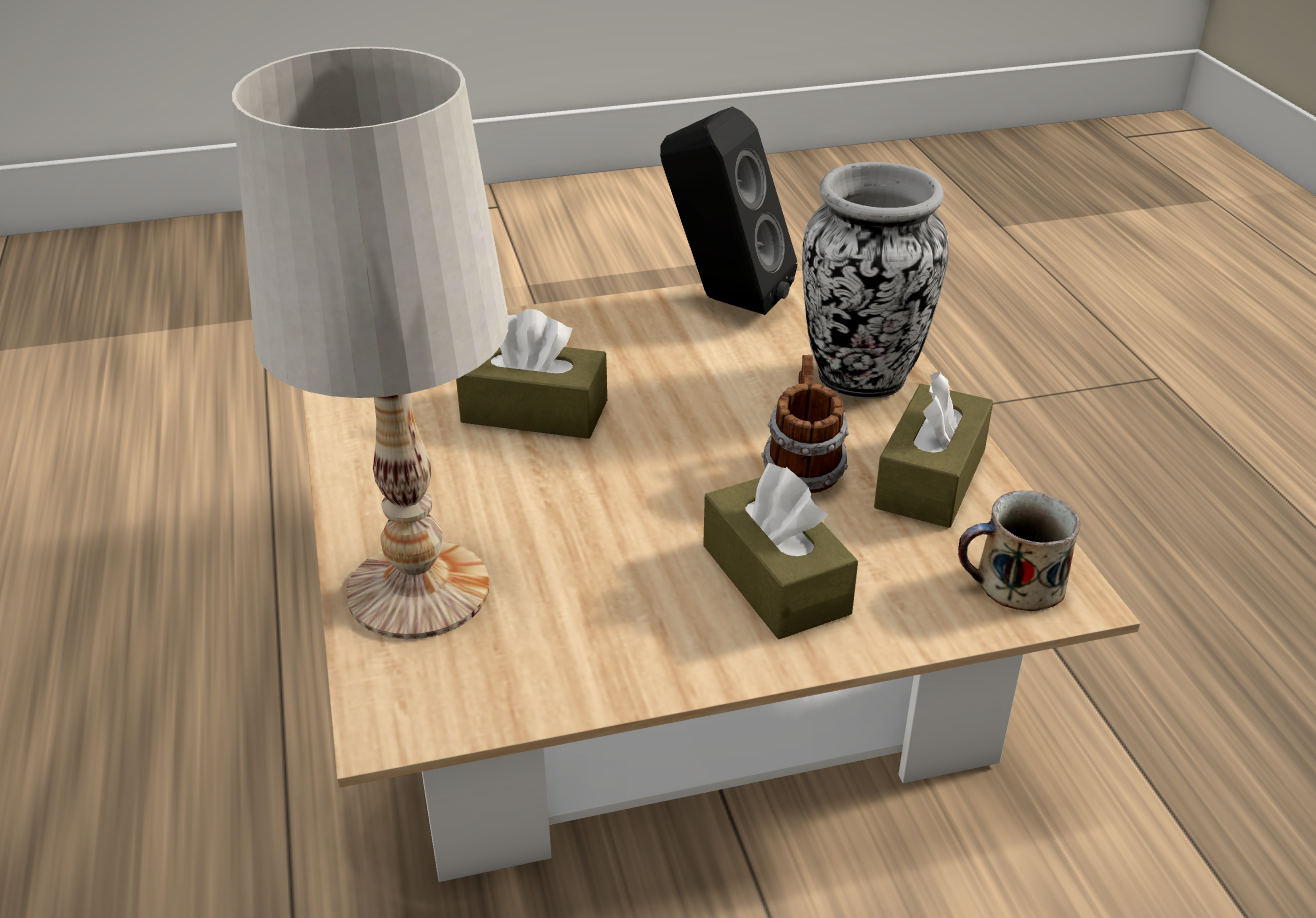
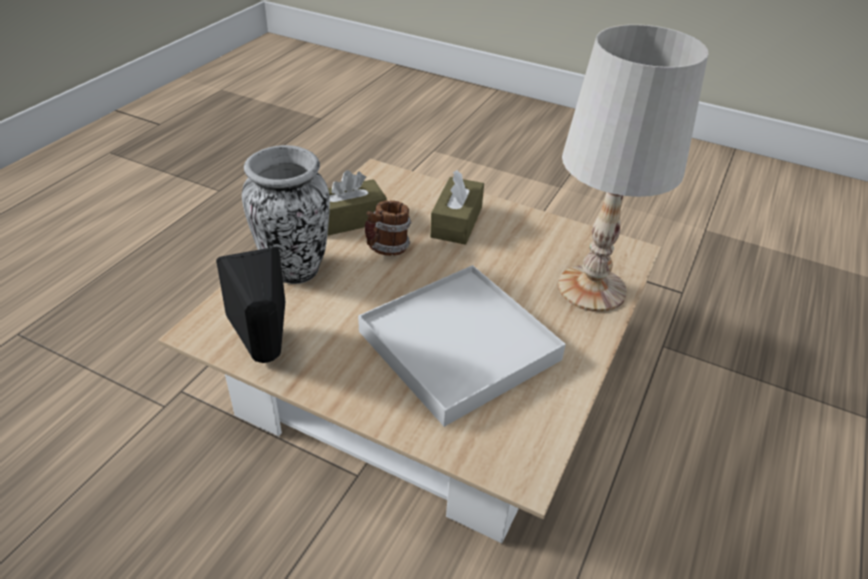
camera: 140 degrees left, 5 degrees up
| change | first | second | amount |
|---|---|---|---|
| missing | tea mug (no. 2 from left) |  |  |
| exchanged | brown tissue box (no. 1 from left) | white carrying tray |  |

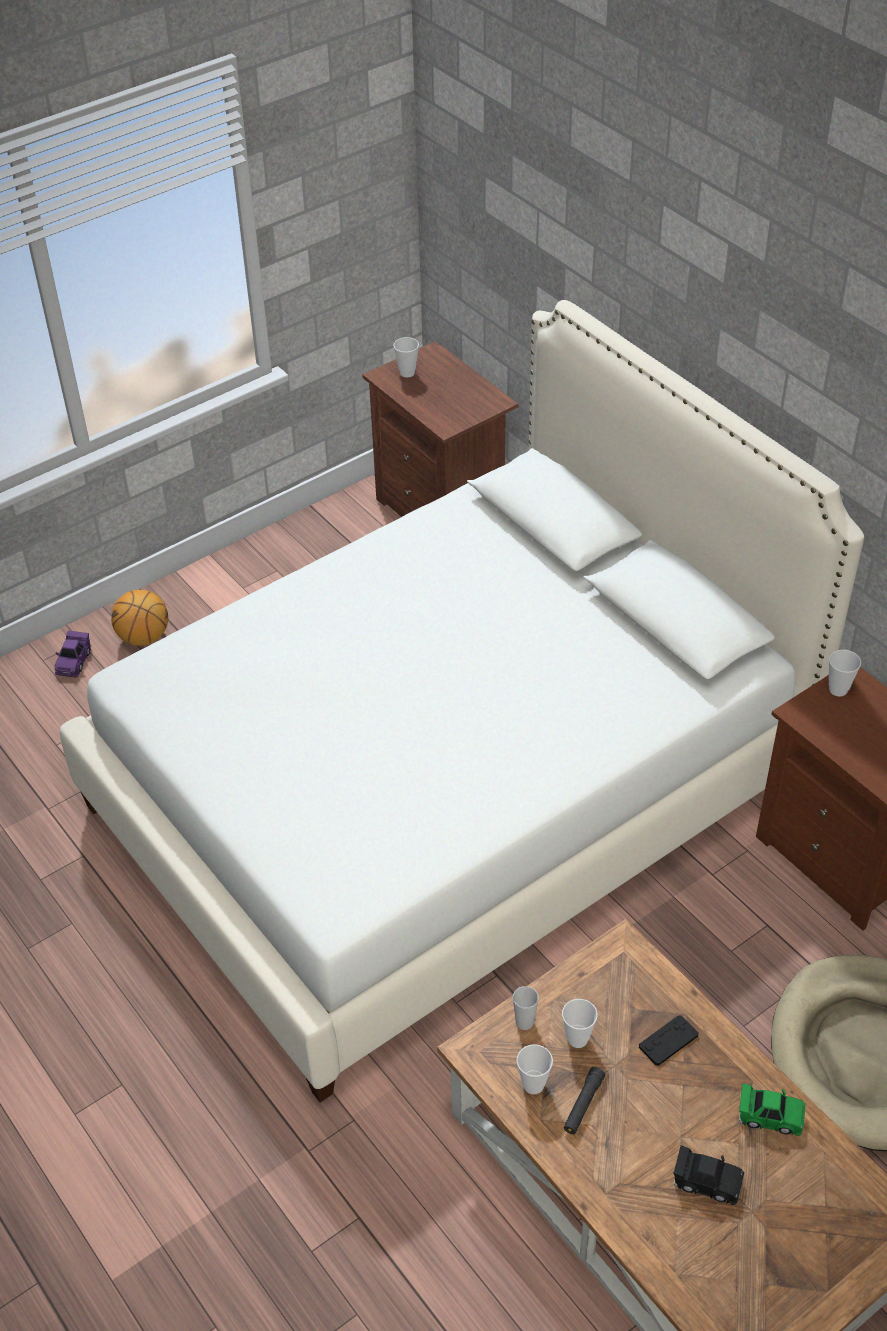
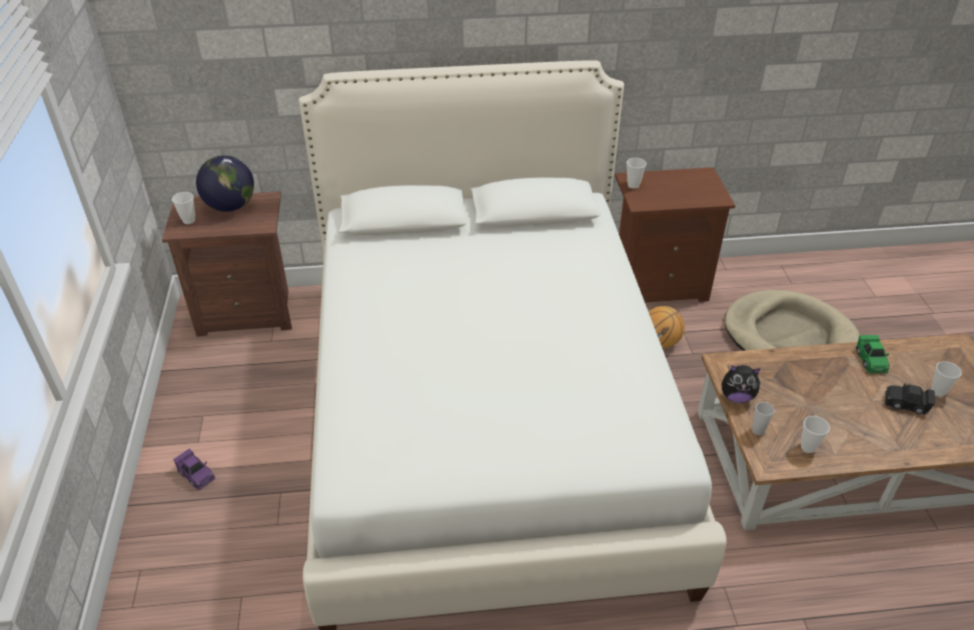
camera: 60 degrees left, 5 degrees down
| change | first | second | amount |
|---|---|---|---|
| missing | black-coloured flashlight |  |  |
| missing | black-coloured gamepad |  |  |
| appeared |  | desk globe |  |
| appeared |  | soft toy |  |
| relocated | purple model car |  |  |
| relocated | basketball |  |  |
| relocated | drinking cup (no. 4 from left in the first image) | drinking cup (no. 5 from left) |  |
| spun | black-coloured model car |  | 120 degrees counterclockwise |
| spun | green-coloured model car |  | 135 degrees clockwise |

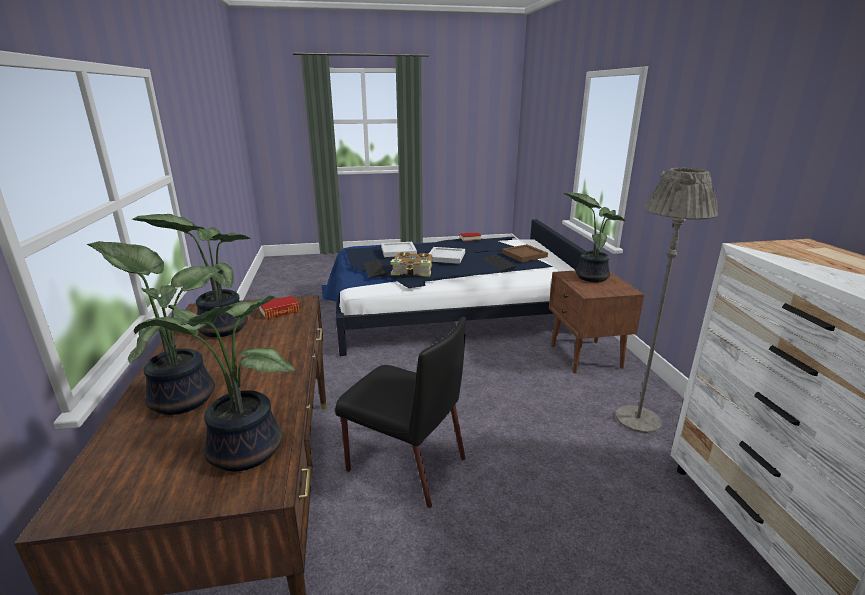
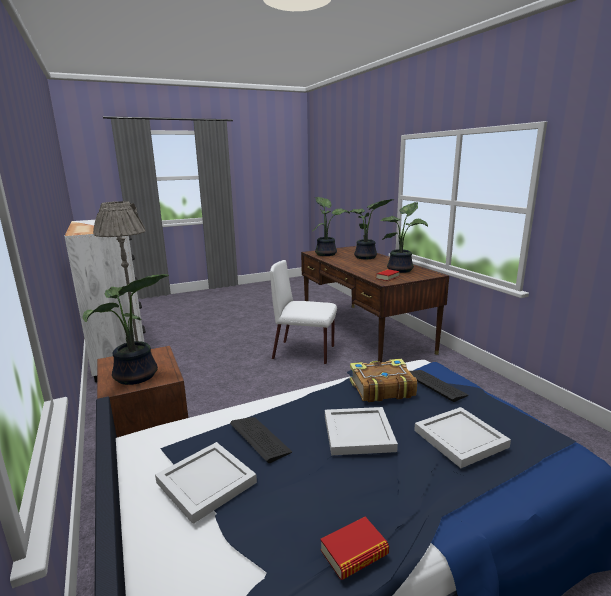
camera: 165 degrees right, 5 degrees down
| change | first | second | amount |
|---|---|---|---|
| colour | black-coloured plain chair | white plain chair |  |
| colour | brown carrying tray | white carrying tray (no. 1 from left) |  |

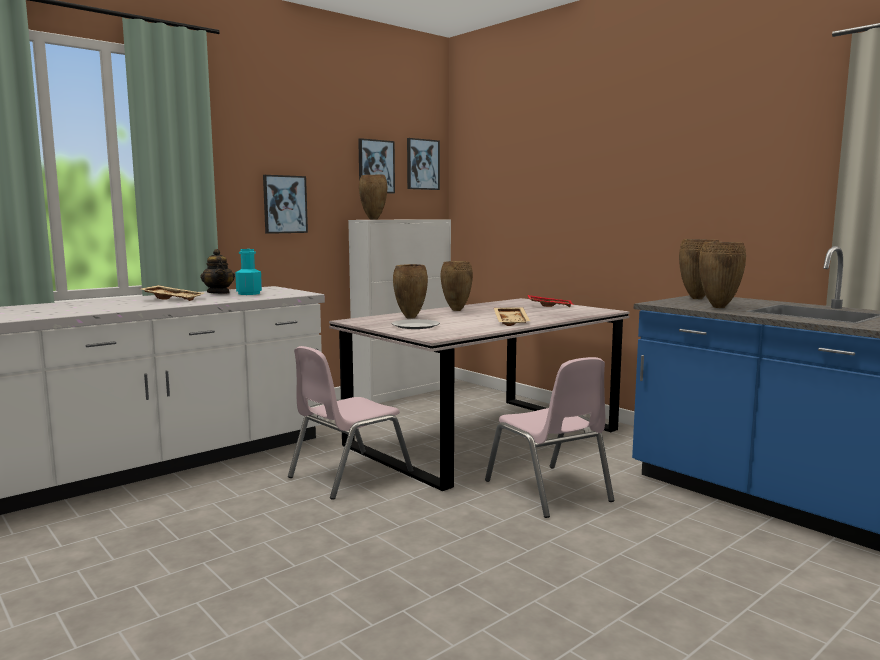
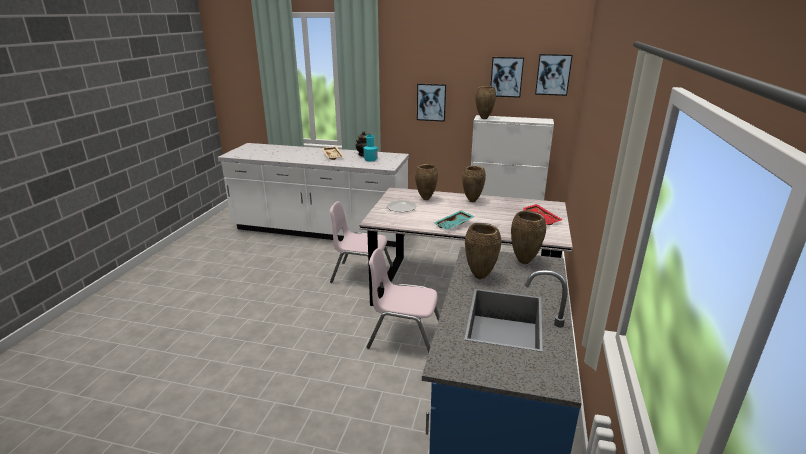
camera: 55 degrees right, 15 degrees up
| change | first | second | amount |
|---|---|---|---|
| colour | sand-coloured carrying tray (no. 2 from left) | turquoise-coloured carrying tray |  |
| spun | pink-coloured plain chair (no. 2 from left) |  | 75 degrees clockwise |

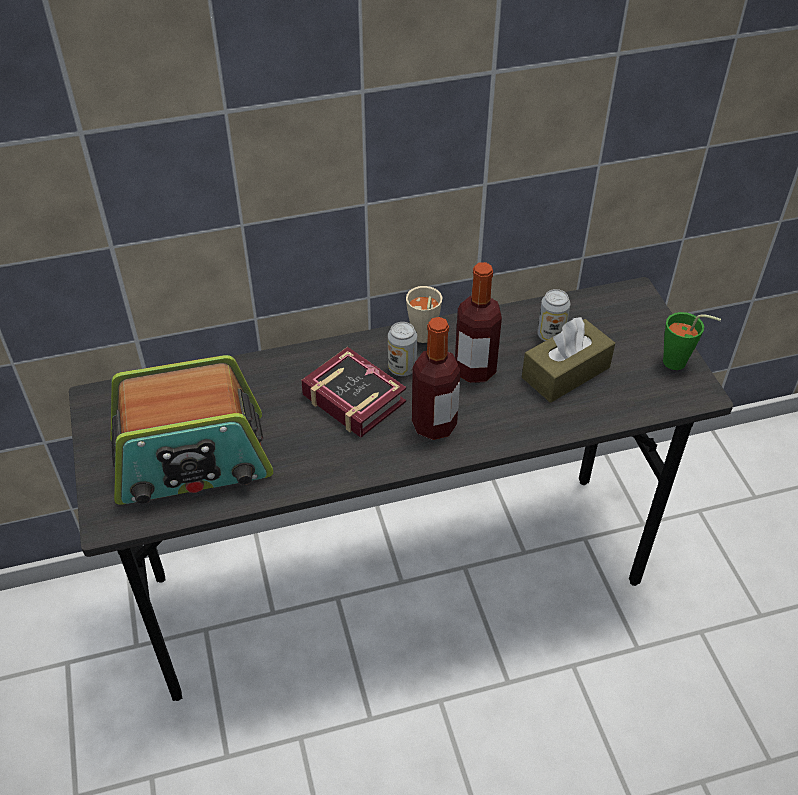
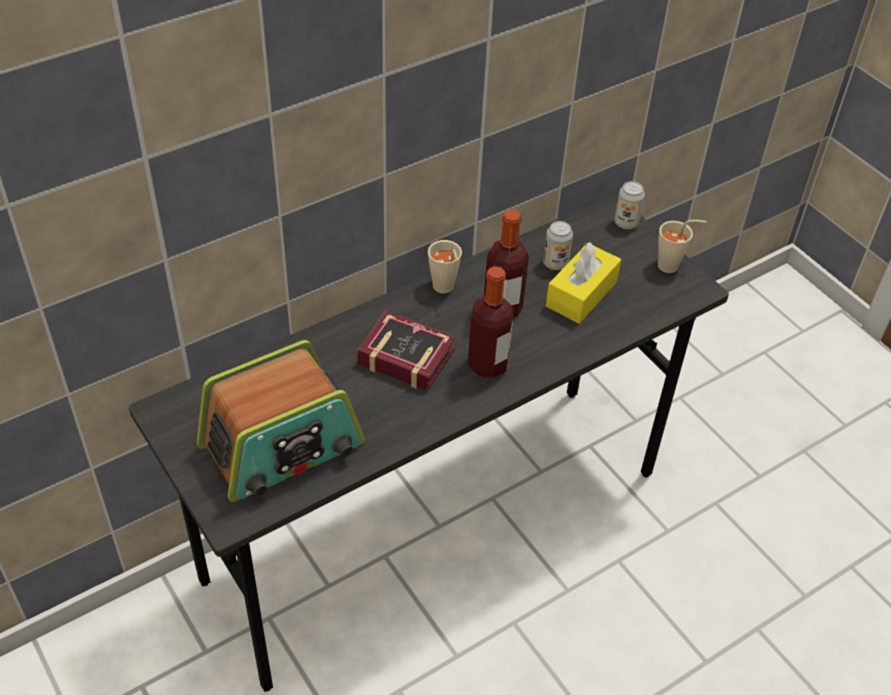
camera: 20 degrees left, 0 degrees up
| change | first | second | amount |
|---|---|---|---|
| relocated | sealed can (no. 1 from left in the first image) | sealed can (no. 2 from left) |  |
| colour | brown tissue box | yellowish tissue box |  |
| colour | green-coloured drinking cup | sand-coloured drinking cup (no. 2 from left) |  |

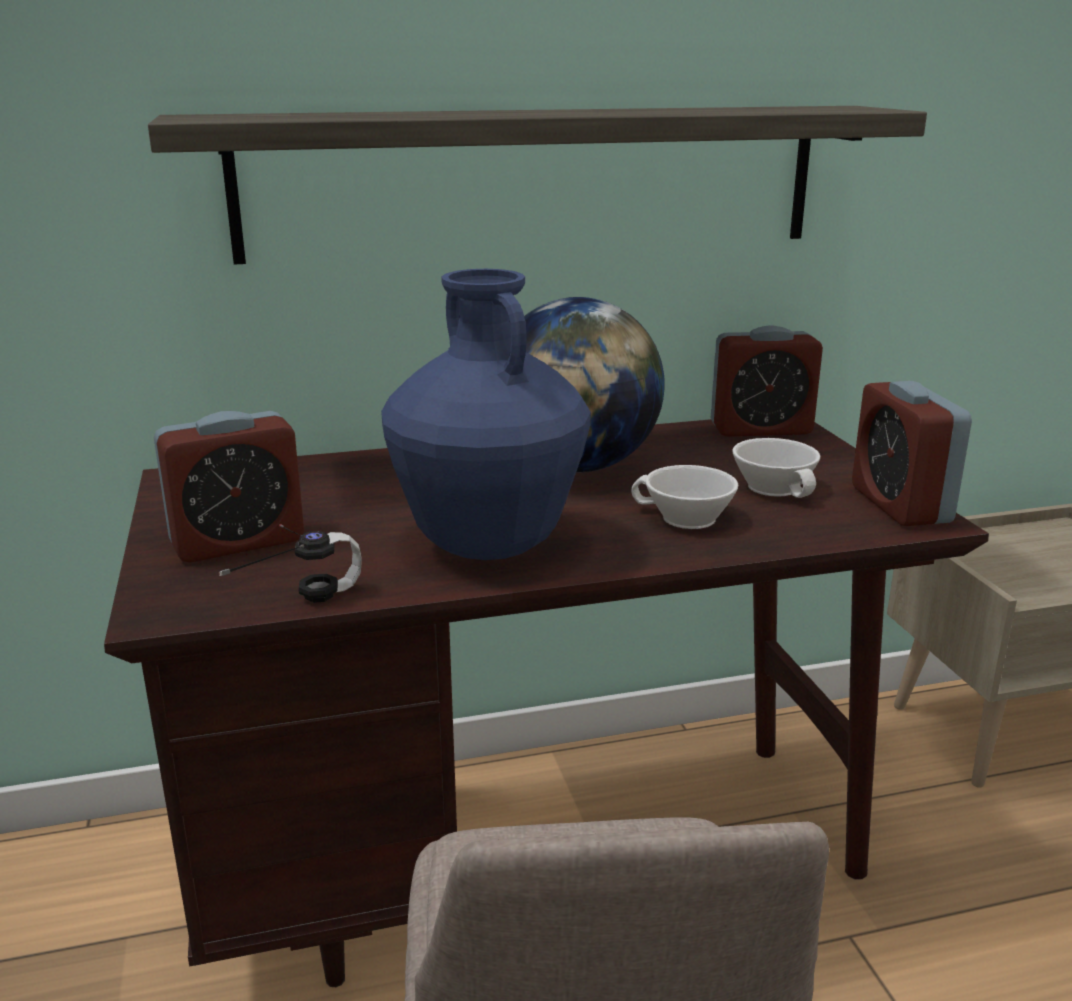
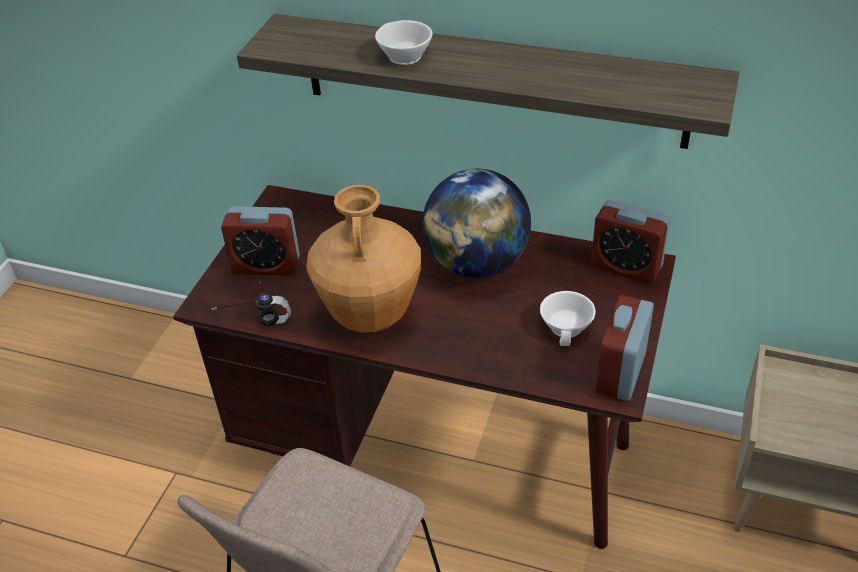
camera: 35 degrees right, 20 degrees up
| change | first | second | amount |
|---|---|---|---|
| relocated | white drinking cup (no. 1 from left) |  |  |
| colour | bluish vase | brown vase |  |

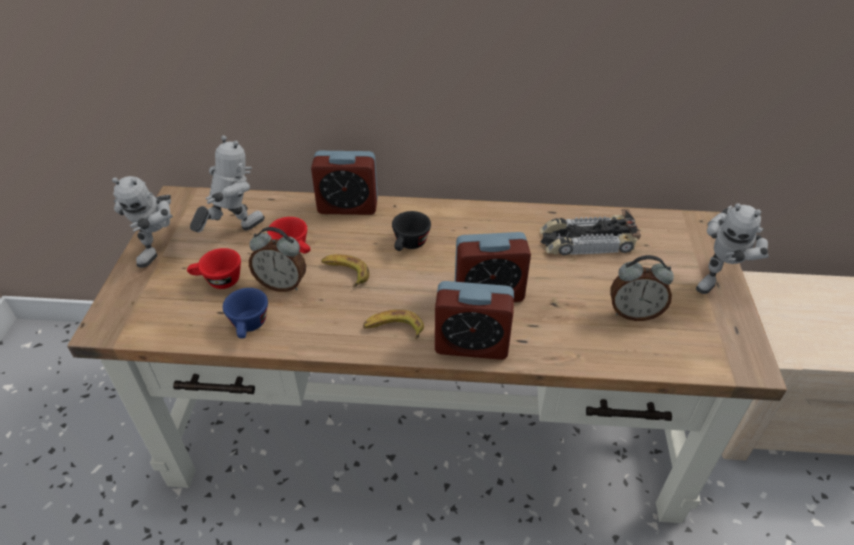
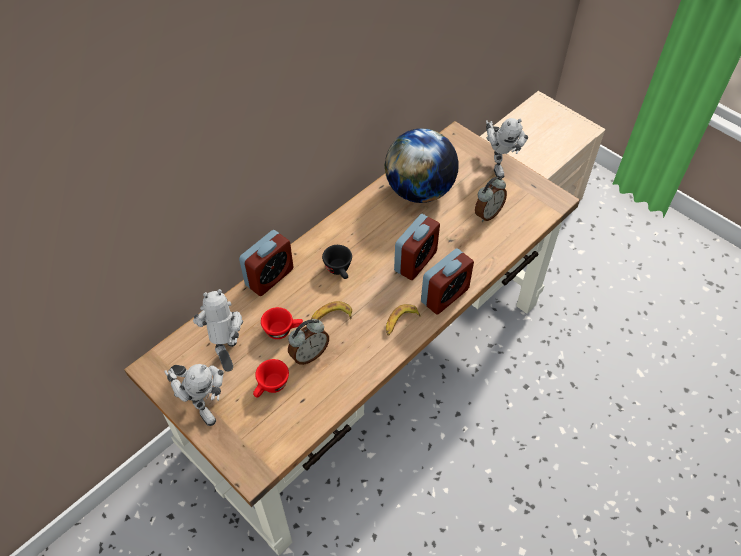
camera: 50 degrees left, 10 degrees up
| change | first | second | amount |
|---|---|---|---|
| missing | bluish drinking cup |  |  |
| exchanged | model car | desk globe |  |

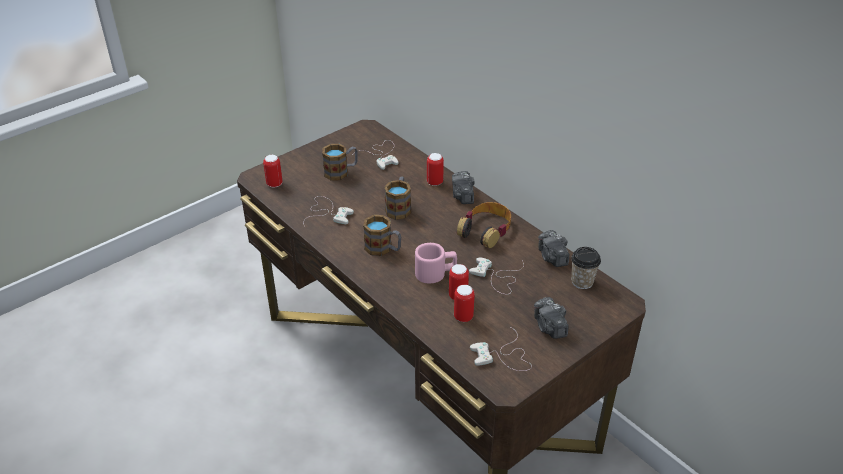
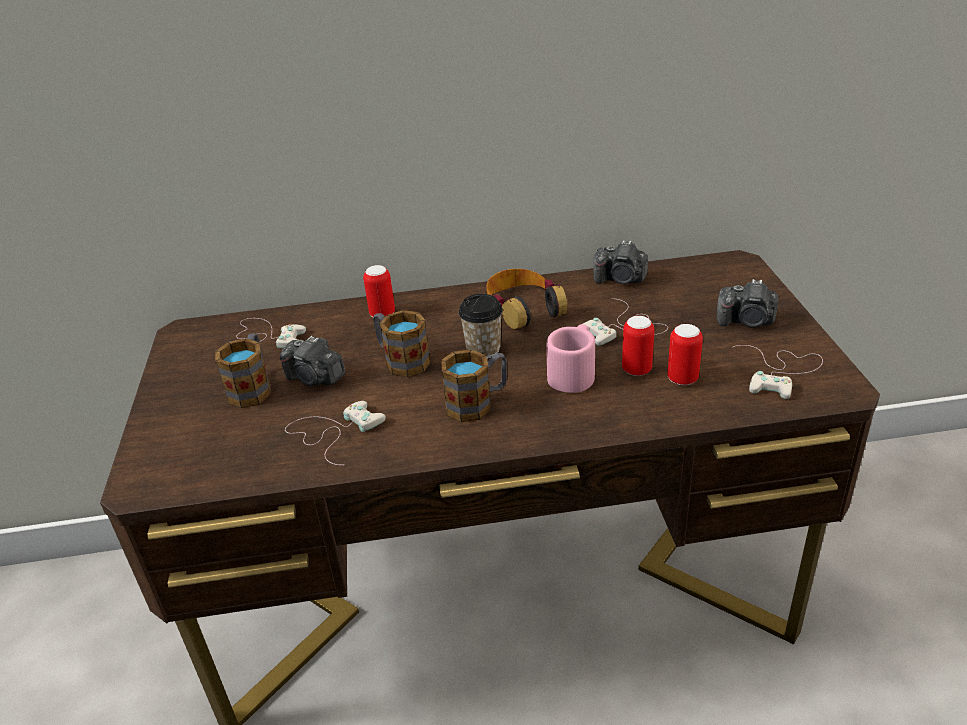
camera: 55 degrees left, 5 degrees down
| change | first | second | amount |
|---|---|---|---|
| missing | sealed can (no. 1 from left) |  |  |
| relocated | still camera (no. 1 from left) |  |  |
| relocated | drinking cup |  |  |

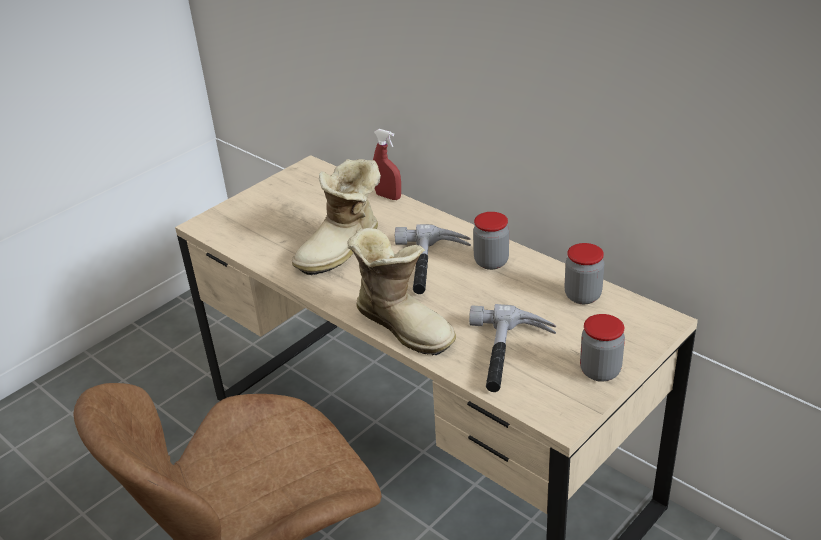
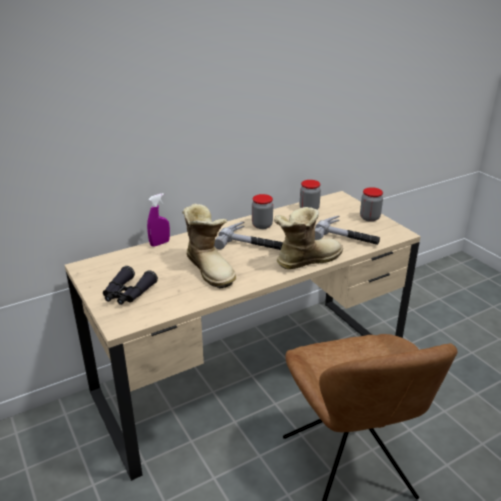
camera: 75 degrees left, 5 degrees down
| change | first | second | amount |
|---|---|---|---|
| appeared |  | black-coloured field glasses |  |
| colour | reddish hand sprayer | purple hand sprayer |  |

